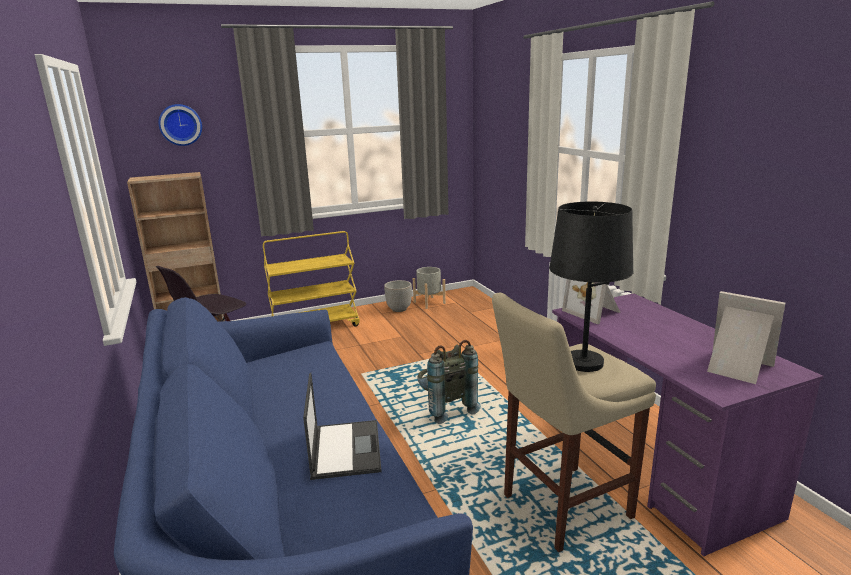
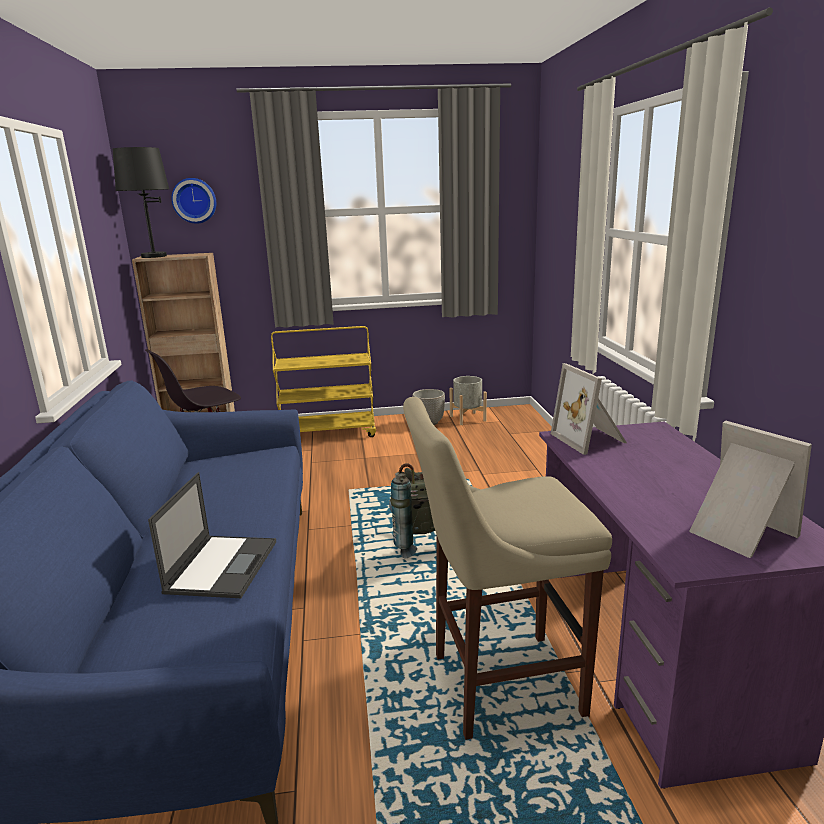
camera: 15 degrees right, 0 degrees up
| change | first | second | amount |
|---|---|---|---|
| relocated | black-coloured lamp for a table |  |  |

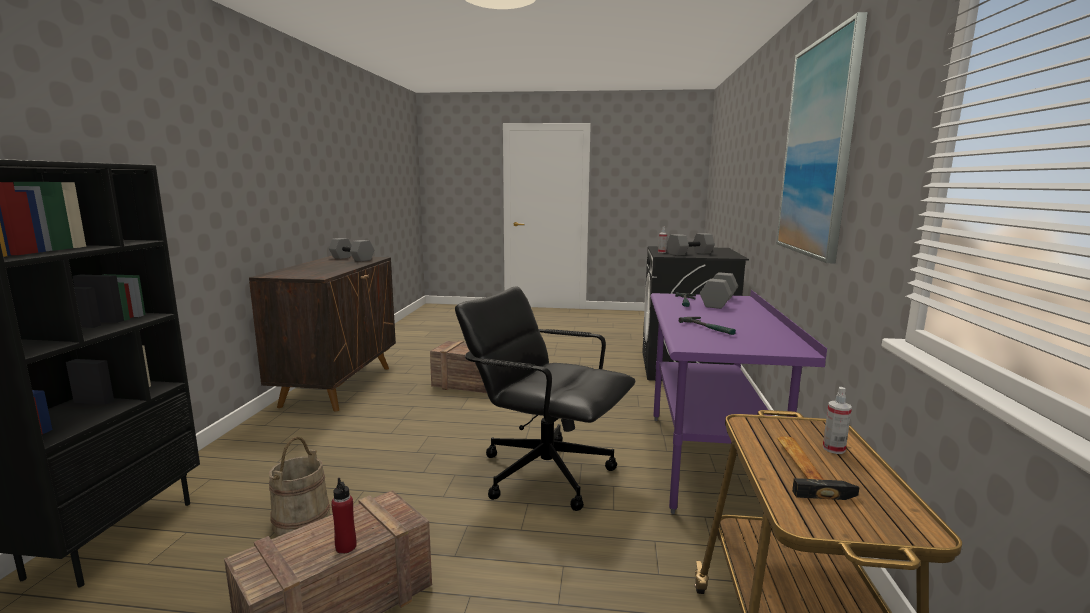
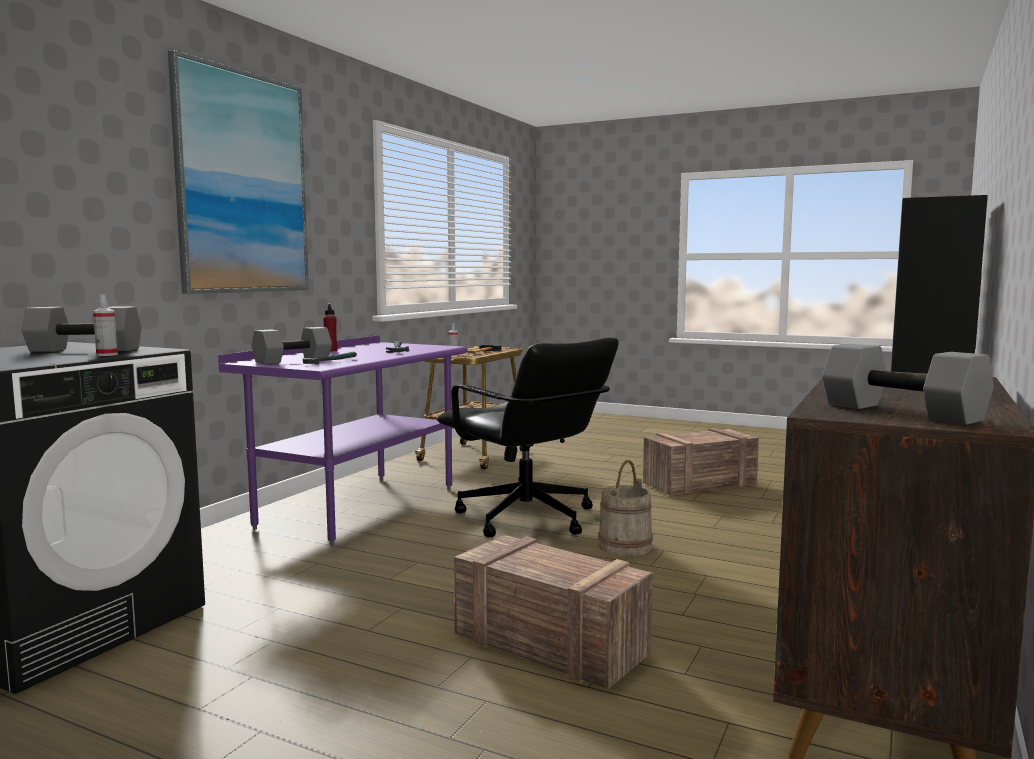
camera: 160 degrees left, 5 degrees down
| change | first | second | amount |
|---|---|---|---|
| relocated | sand-coloured water bucket |  |  |
| relocated | reddish drink bottle |  |  |

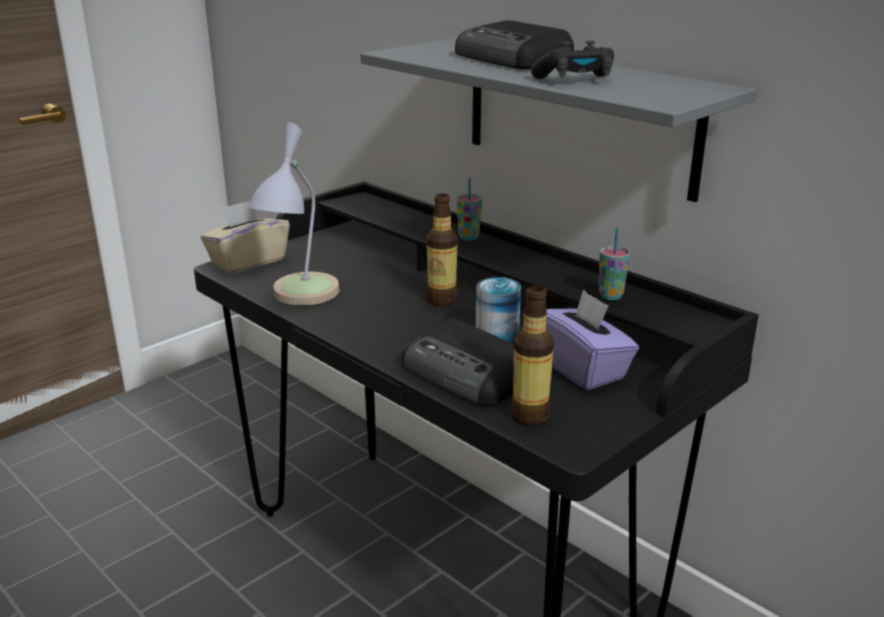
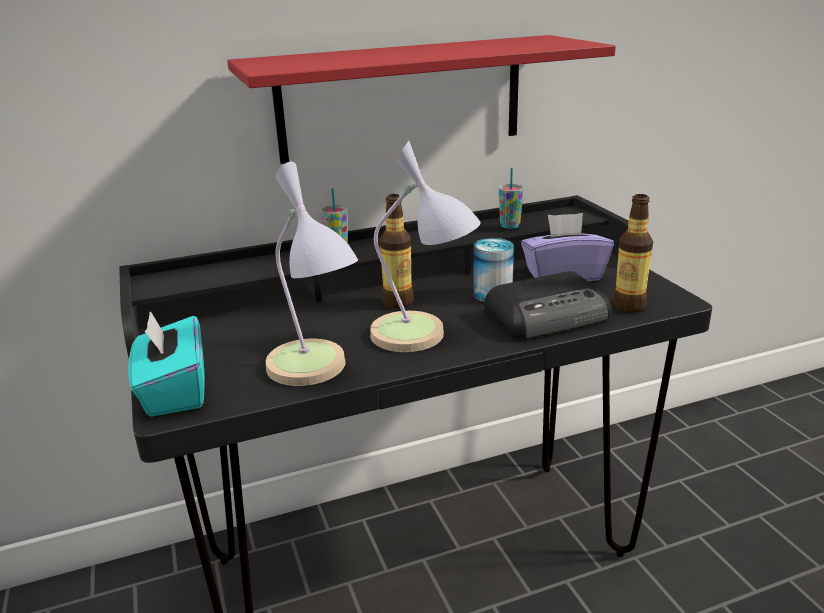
camera: 65 degrees left, 0 degrees up
| change | first | second | amount |
|---|---|---|---|
| missing | radio set (no. 2 from left) |  |  |
| missing | black-coloured gamepad |  |  |
| appeared |  | lamp for a table (no. 2 from left) |  |
| colour | sand-coloured tissue box | turquoise-coloured tissue box |  |
| colour | gray bracket shelf | reddish bracket shelf |  |

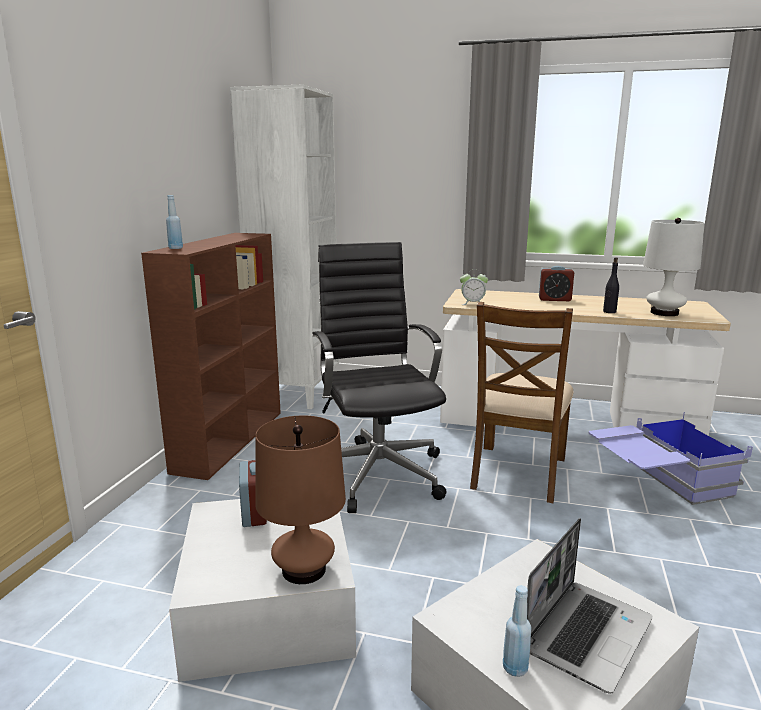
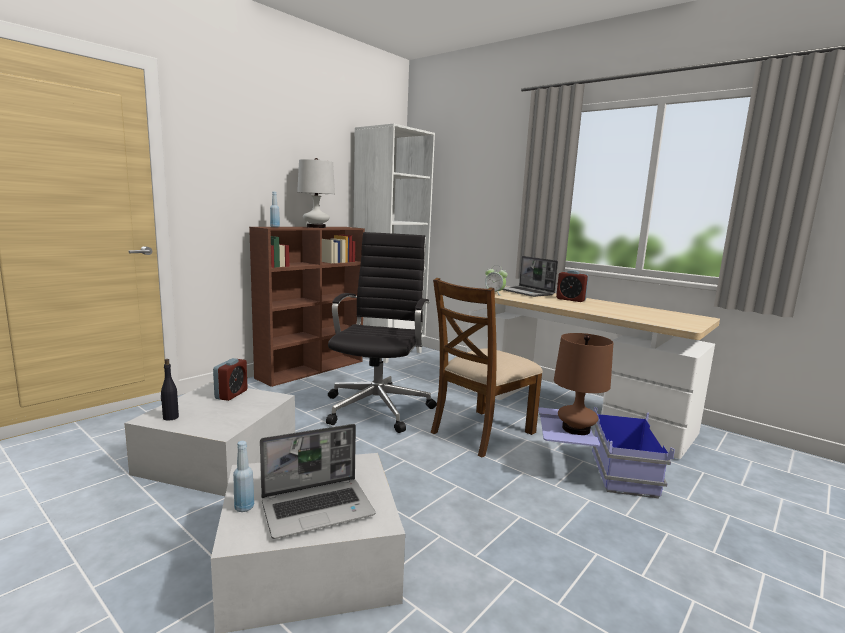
camera: 25 degrees right, 5 degrees down
| change | first | second | amount |
|---|---|---|---|
| appeared |  | portable computer (no. 2 from left) |  |
| relocated | brown lamp for a table |  |  |
| relocated | black-coloured drink bottle |  |  |
| relocated | white lamp for a table |  |  |

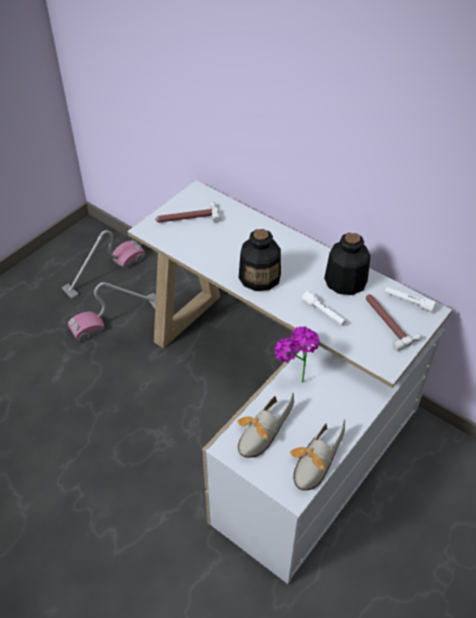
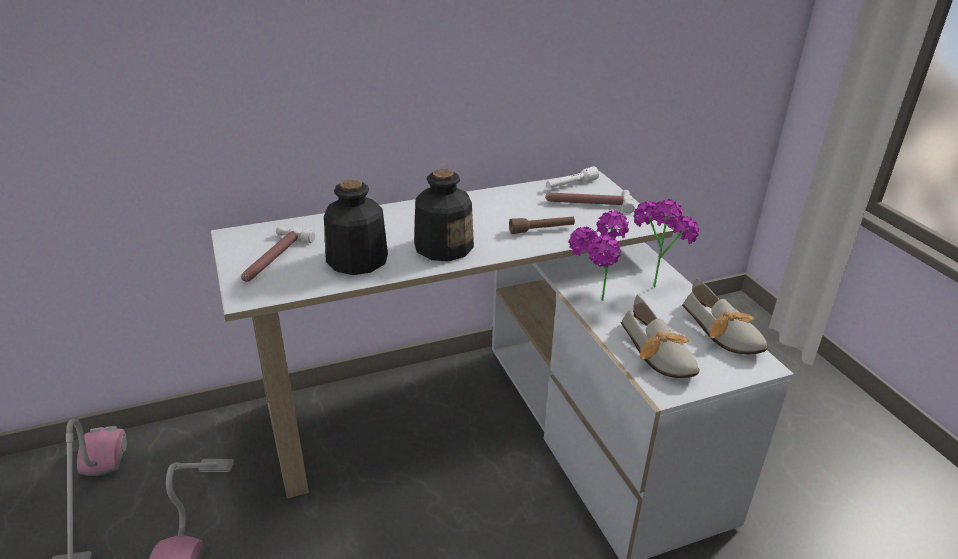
camera: 60 degrees left, 15 degrees down
| change | first | second | amount |
|---|---|---|---|
| appeared |  | houseplant (no. 2 from left) |  |
| relocated | drink bottle (no. 2 from left in the first image) | drink bottle (no. 1 from left) |  |
| colour | white flashlight (no. 1 from left) | brown flashlight |  |

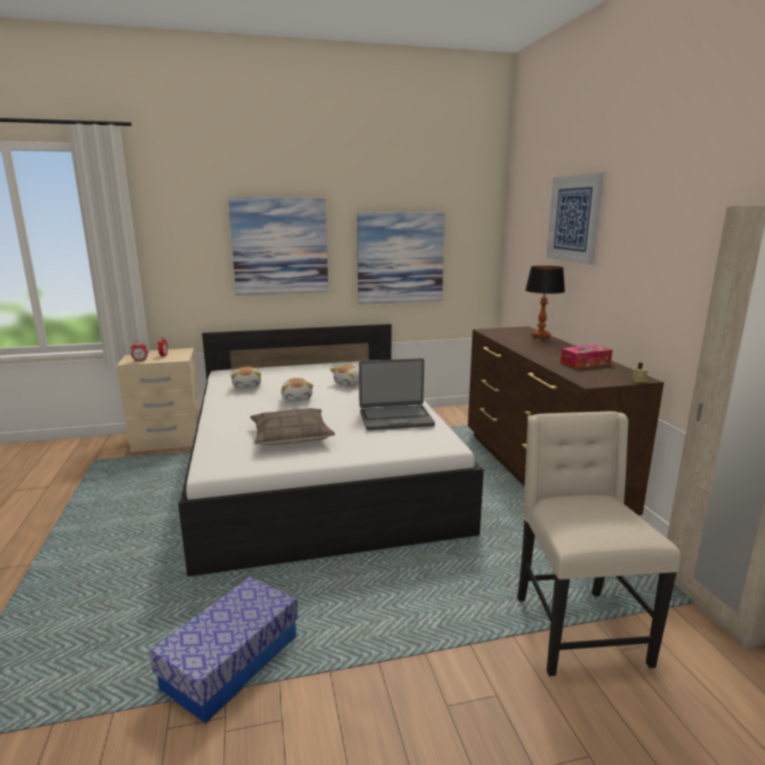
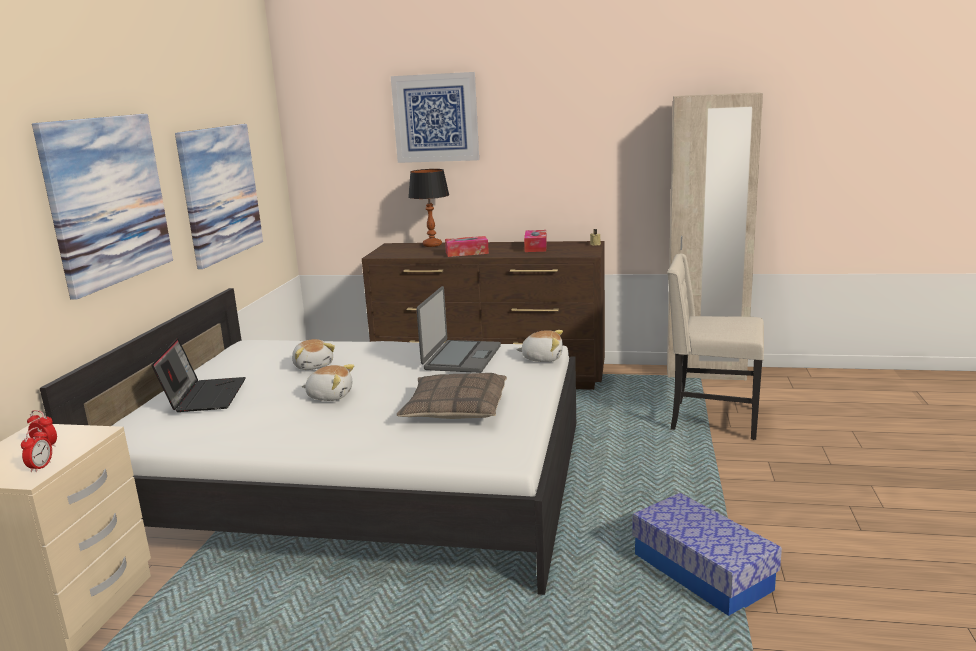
camera: 65 degrees left, 0 degrees up
| change | first | second | amount |
|---|---|---|---|
| appeared |  | portable computer (no. 1 from left) |  |
| appeared |  | tissue box (no. 1 from left) |  |
| relocated | soft toy (no. 1 from left in the first image) | soft toy (no. 3 from left) |  |

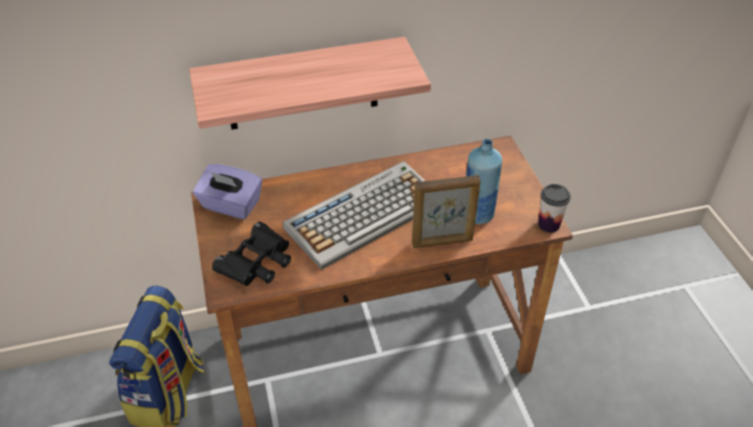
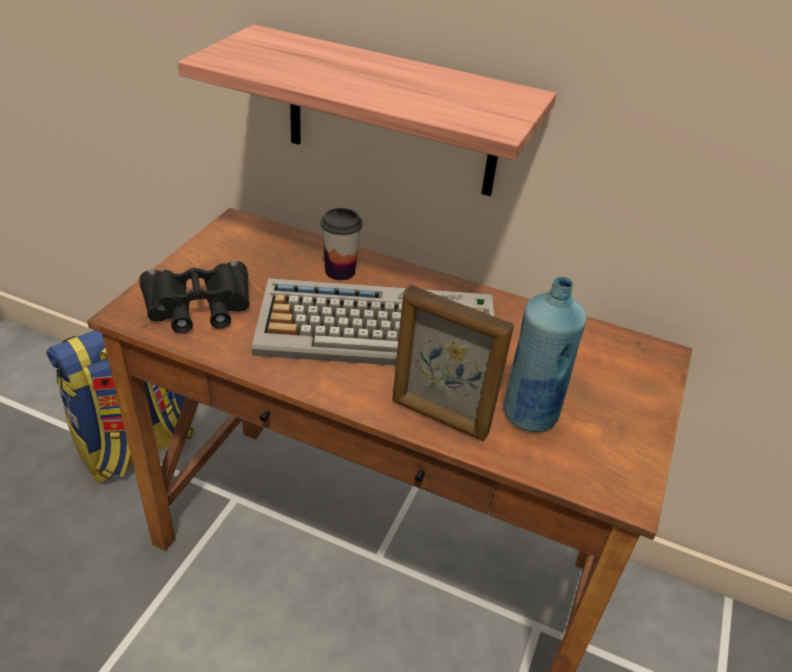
camera: 35 degrees right, 5 degrees down
| change | first | second | amount |
|---|---|---|---|
| missing | purple tissue box |  |  |
| relocated | drinking cup |  |  |

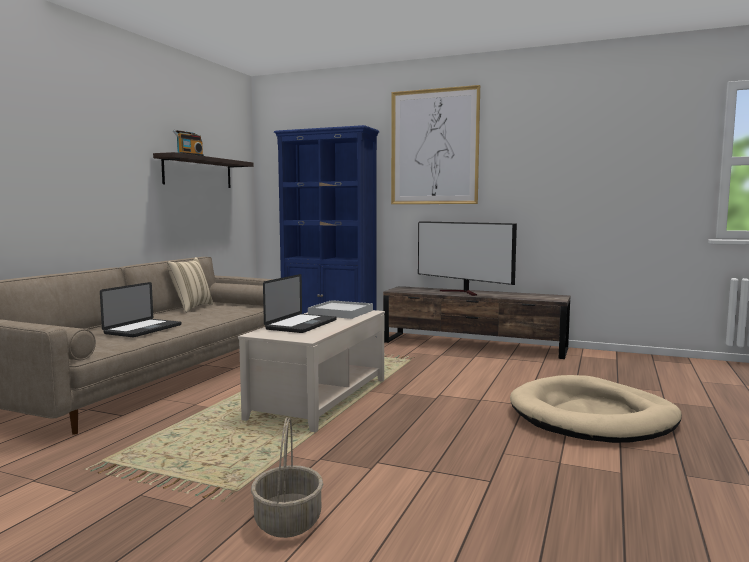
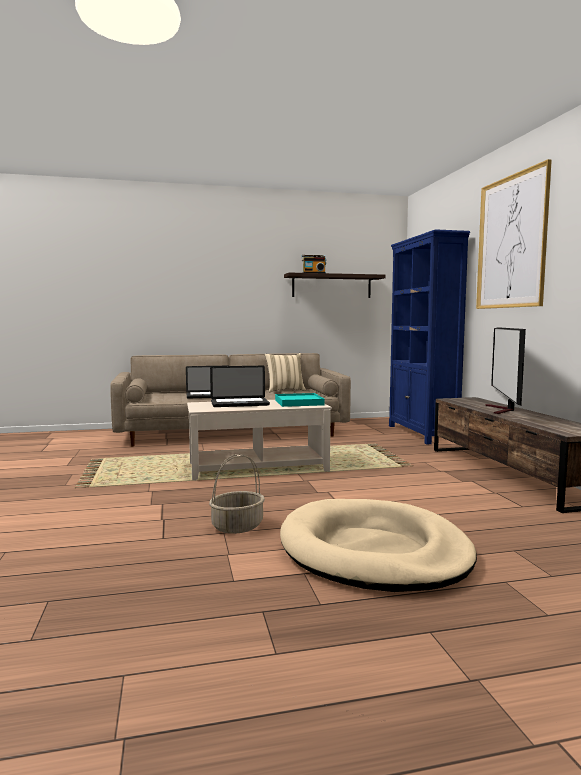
camera: 55 degrees right, 0 degrees up
| change | first | second | amount |
|---|---|---|---|
| relocated | basket |  |  |
| colour | white carrying tray | turquoise-coloured carrying tray |  |

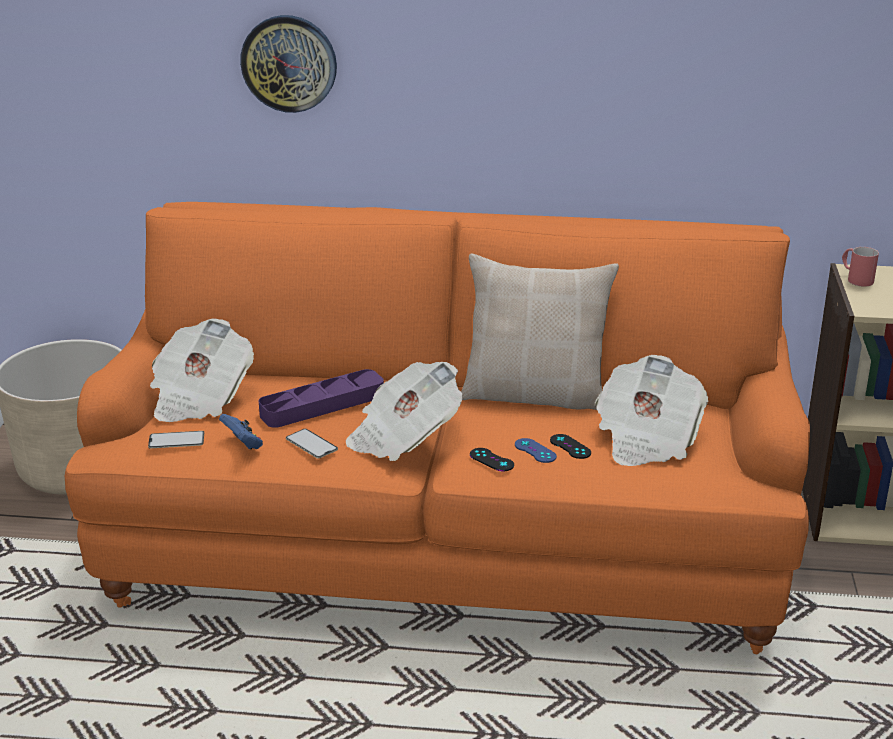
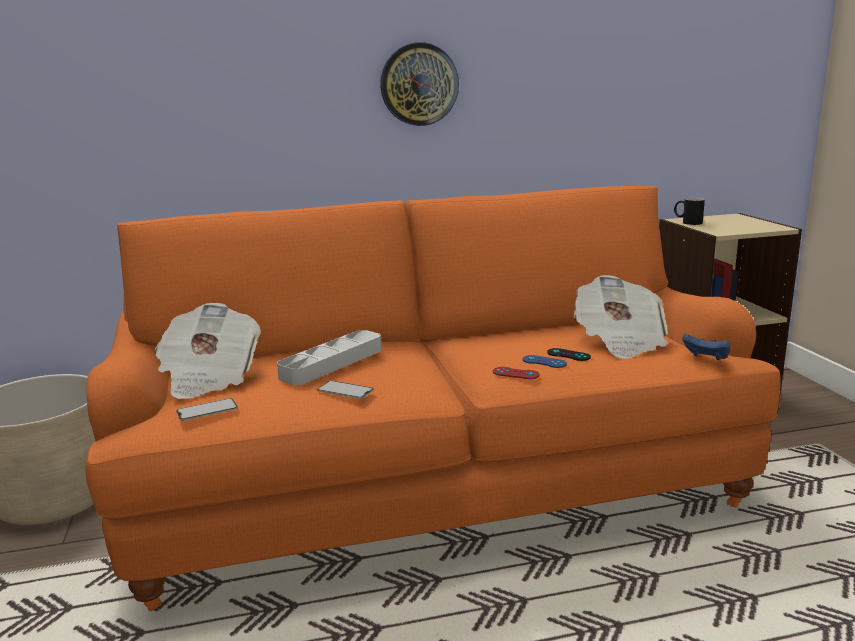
camera: 20 degrees left, 10 degrees down
| change | first | second | amount |
|---|---|---|---|
| missing | daily paper (no. 2 from left) |  |  |
| missing | sand-coloured pillow |  |  |
| relocated | bluish gamepad (no. 1 from left in the first image) | bluish gamepad (no. 2 from left) |  |
| relocated | wall clock |  |  |
| colour | purple carrying tray | gray carrying tray |  |
| colour | black-coloured gamepad (no. 1 from left) | reddish gamepad |  |
| colour | reddish tea mug | black-coloured tea mug |  |

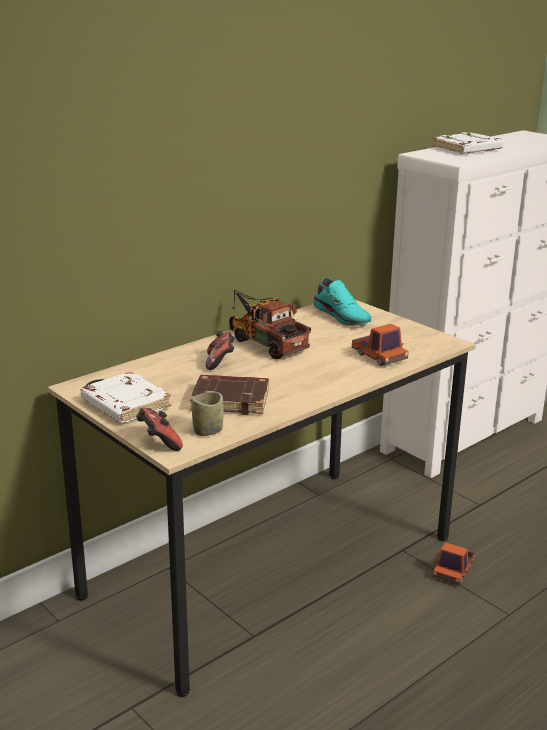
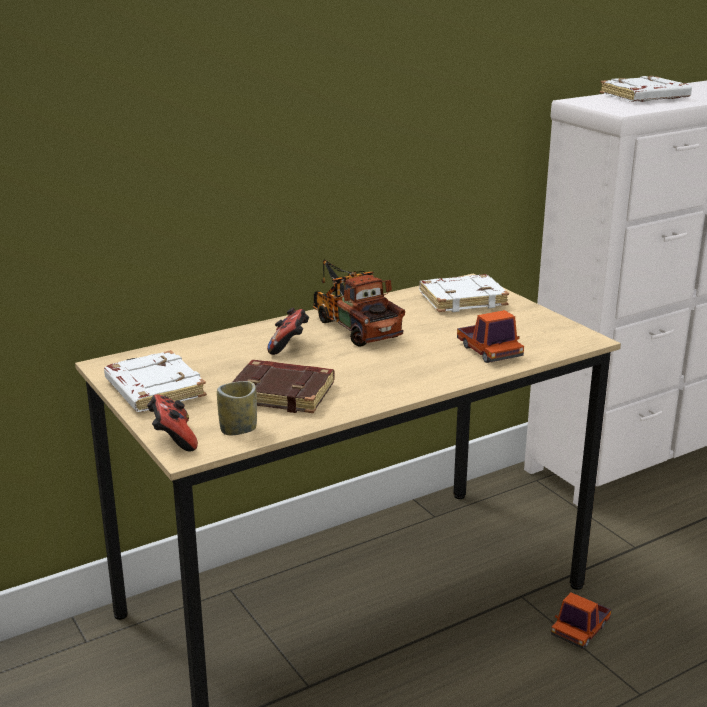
camera: 10 degrees right, 0 degrees up
| change | first | second | amount |
|---|---|---|---|
| exchanged | turquoise-coloured low shoe | white bound book (no. 2 from left) |  |

